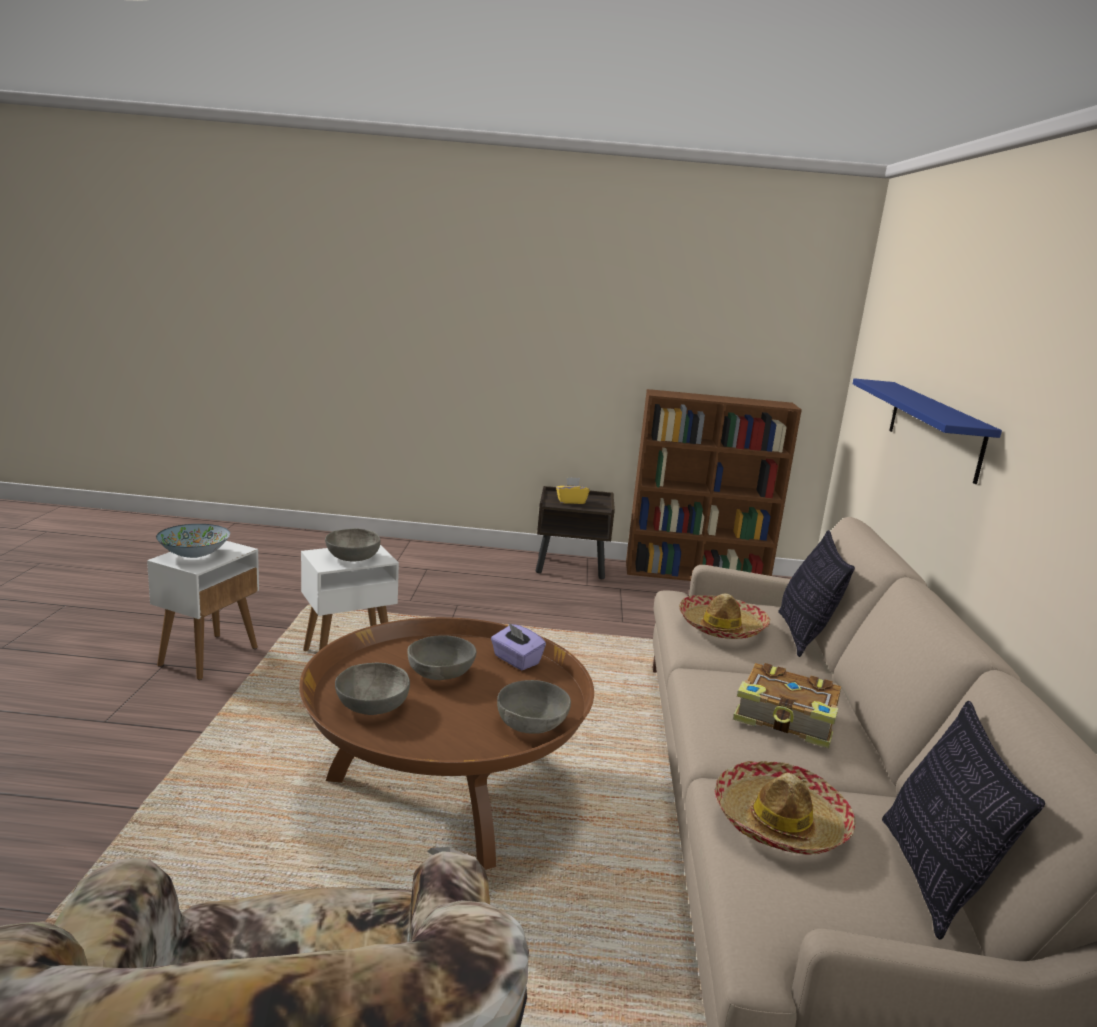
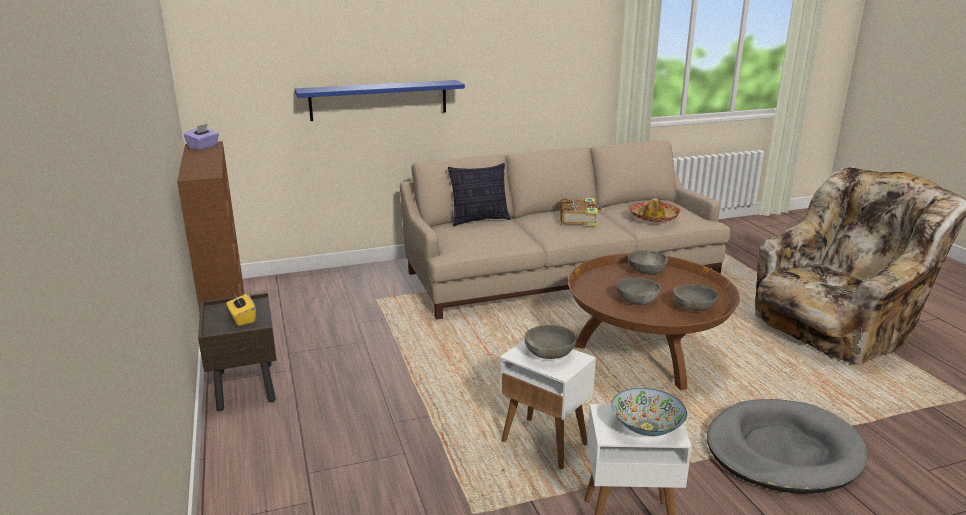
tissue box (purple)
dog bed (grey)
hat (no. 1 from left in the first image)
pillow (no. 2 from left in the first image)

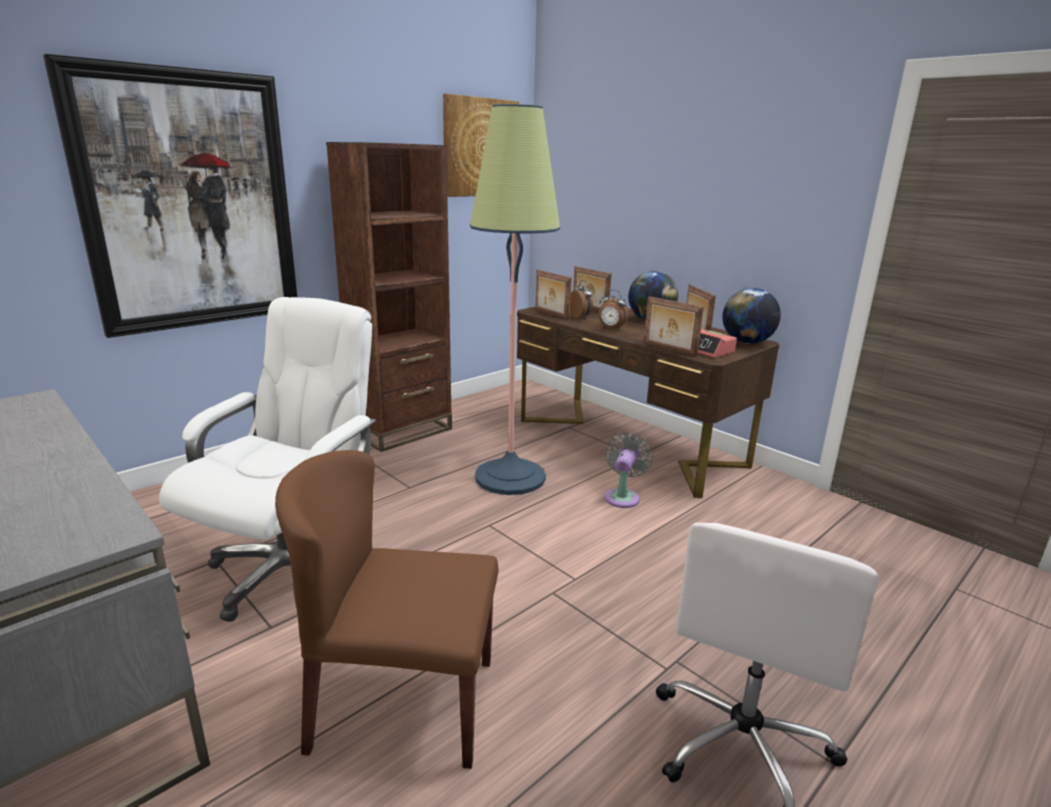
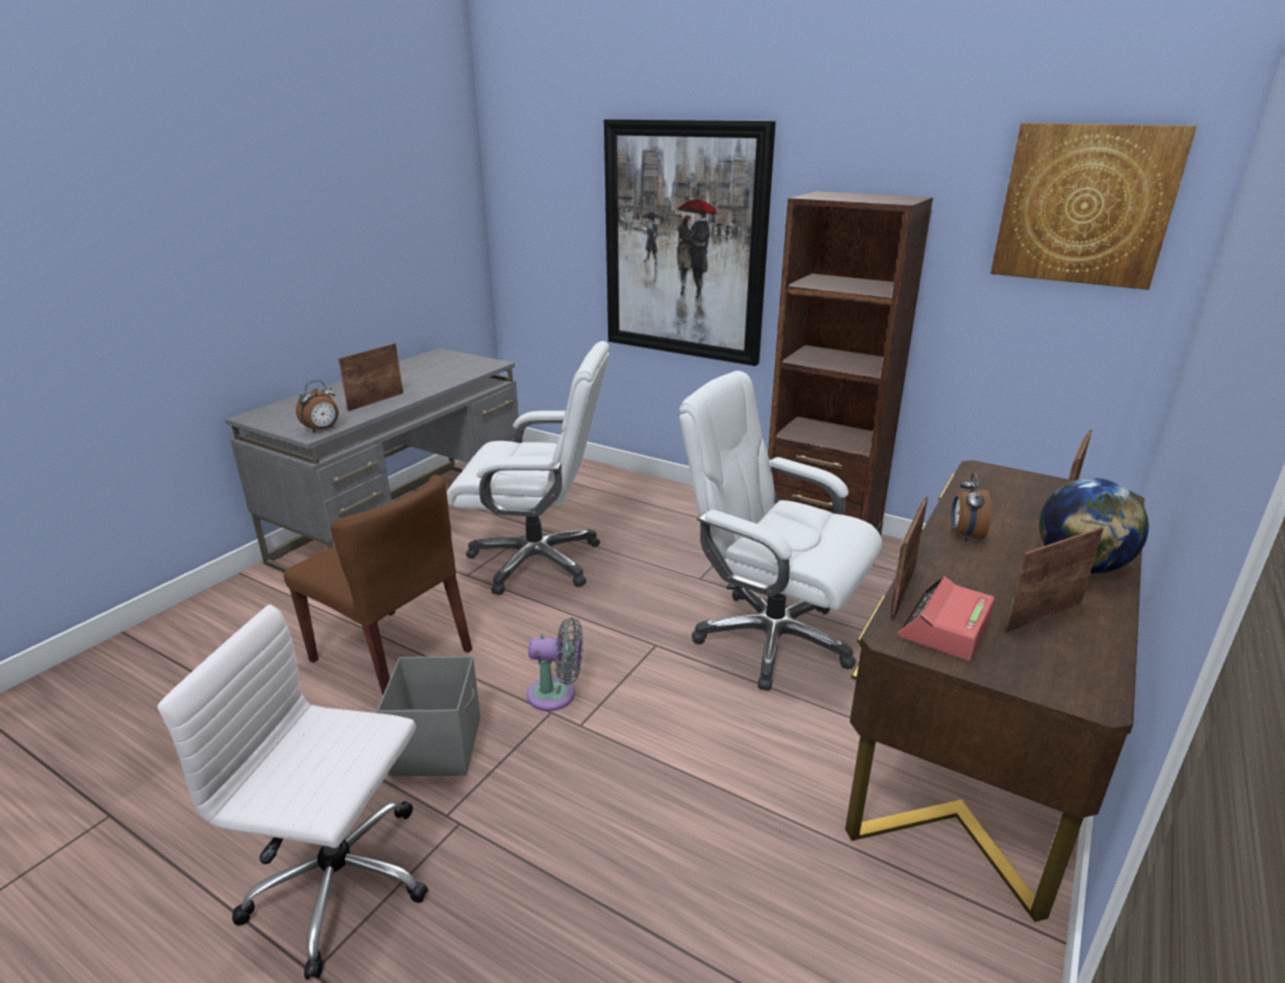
chair (brown)
alarm clock (no. 1 from left)
picture frame (no. 1 from left)
storage box (grey)
fan (grey)
office chair (white) (no. 3 from left)
globe (no. 2 from left in the first image)

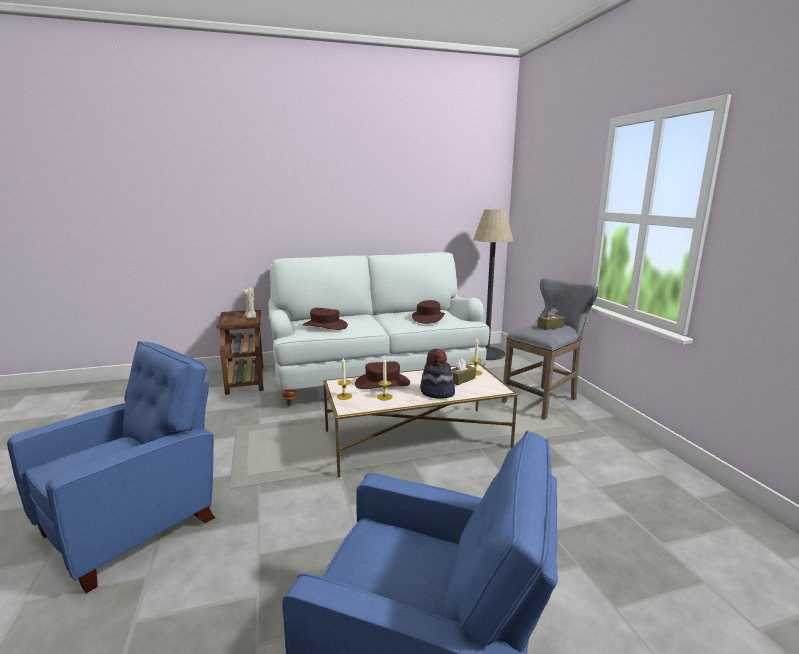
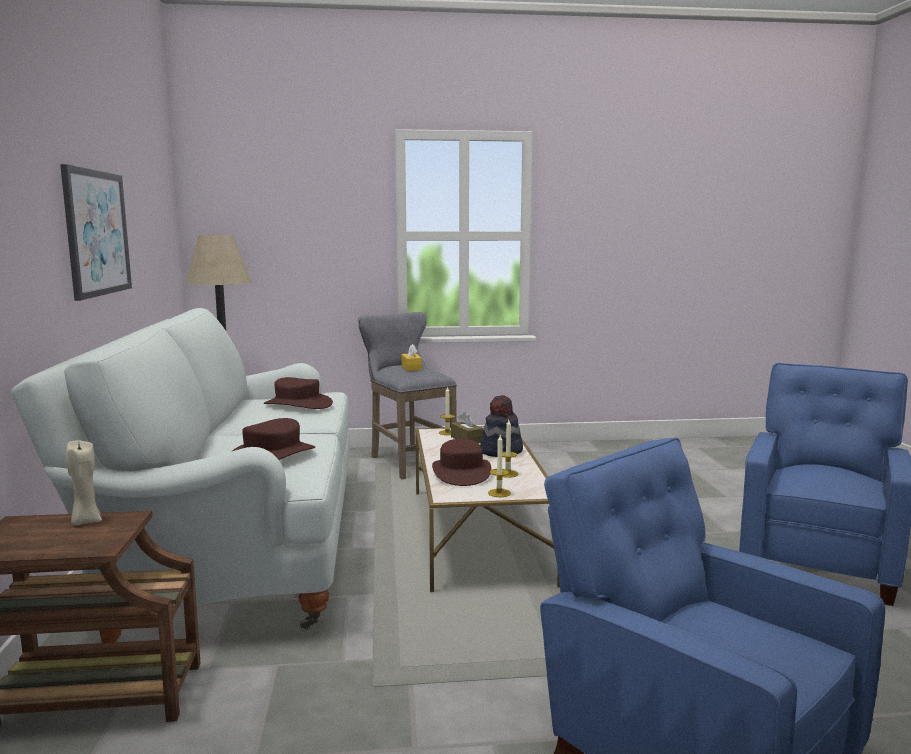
picture
tissue box (yellow)

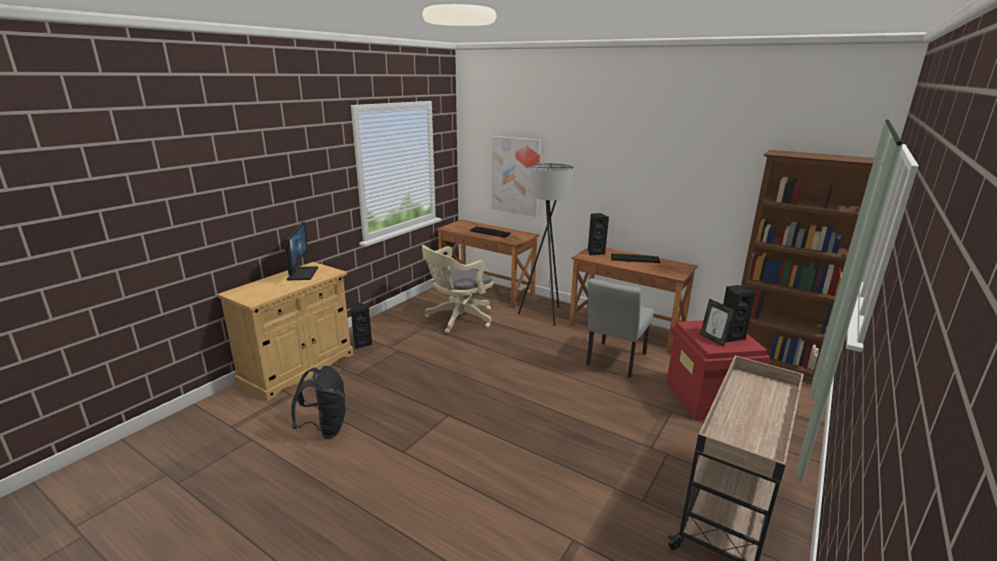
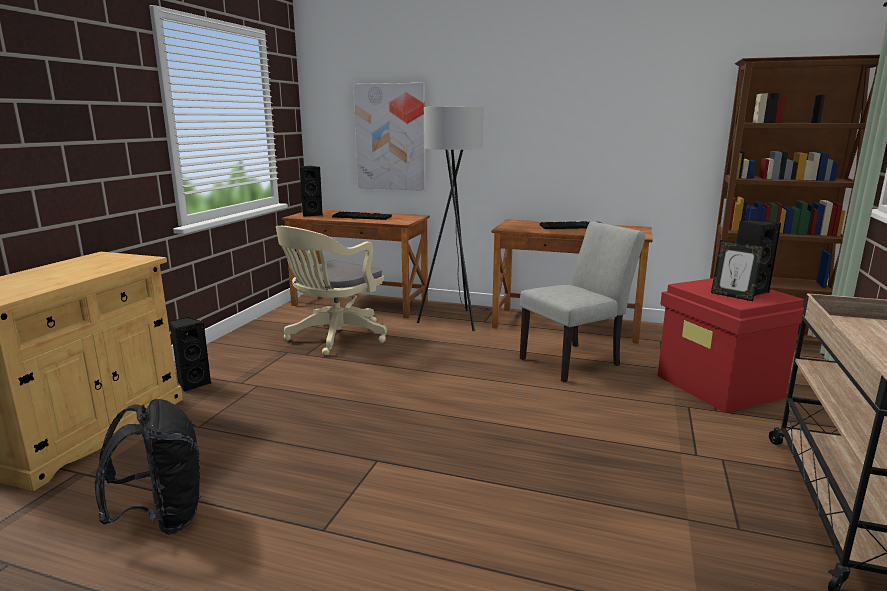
speaker (black) (no. 2 from left)
chair (grey)
monitor

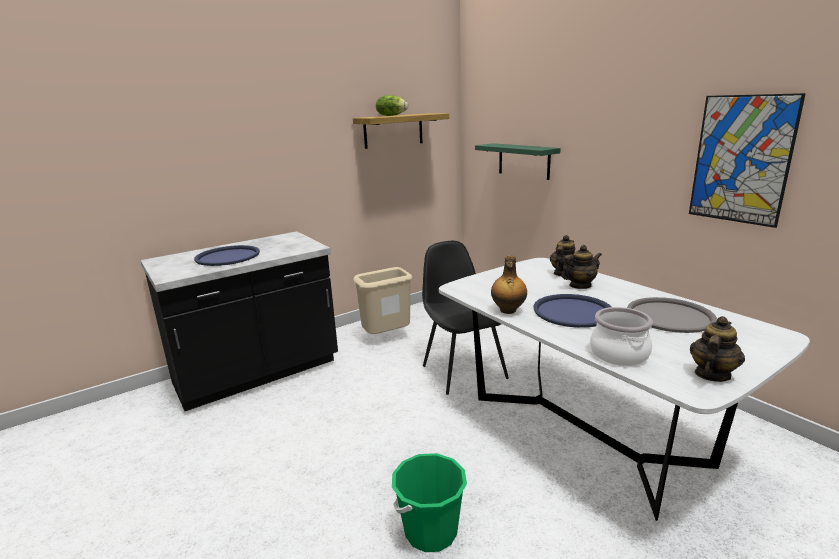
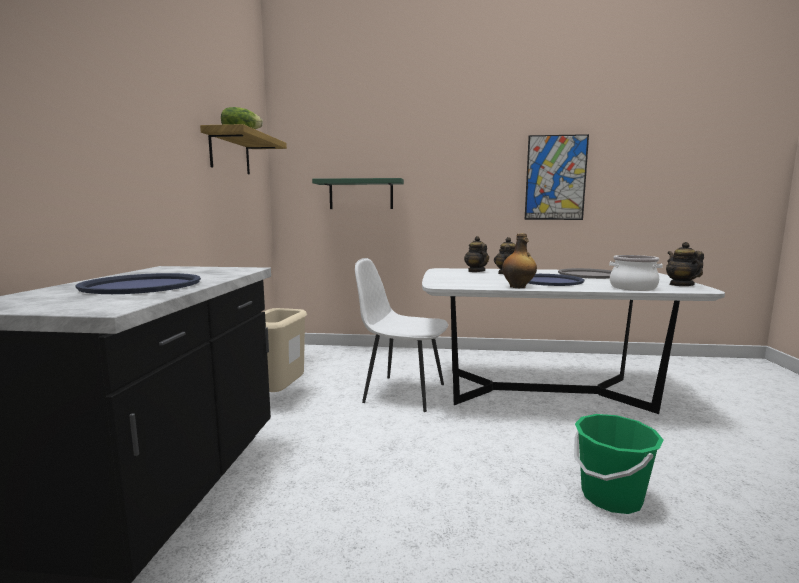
chair (white)

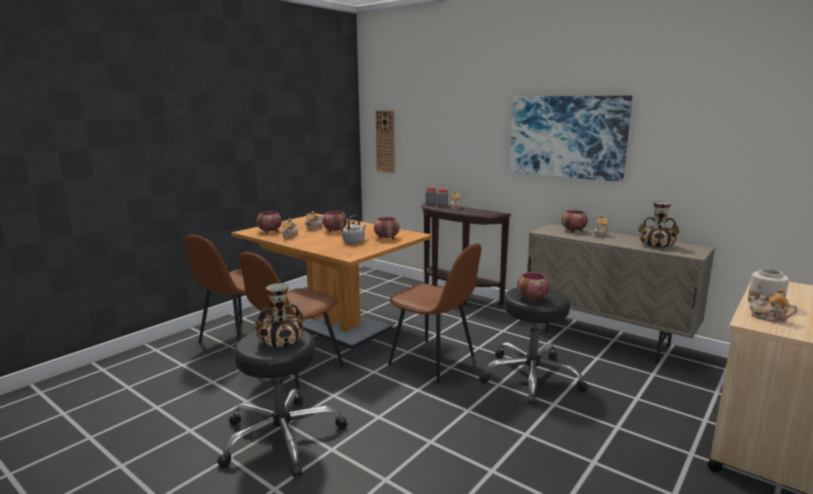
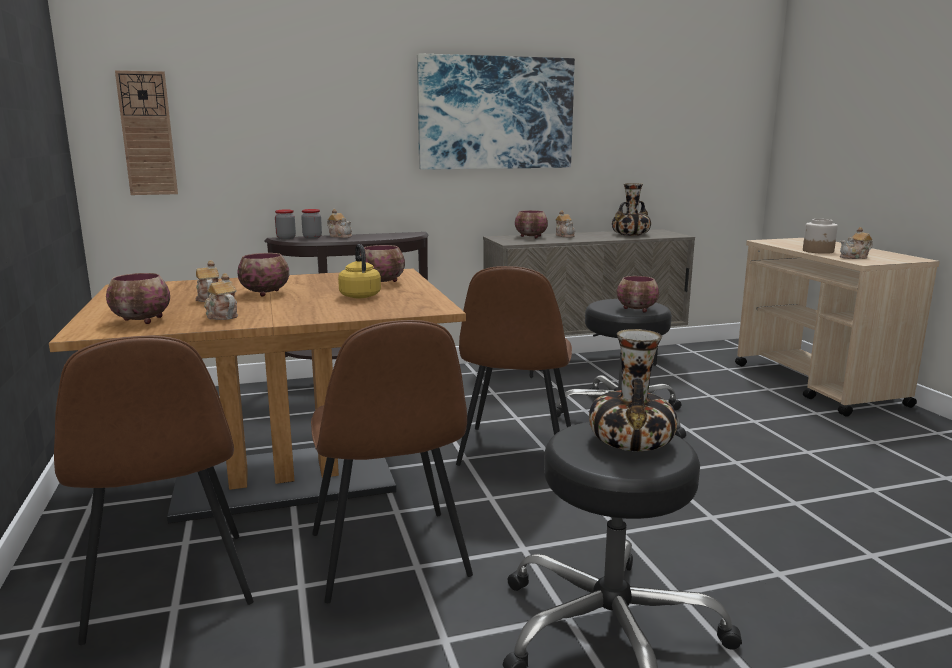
kettle (yellow)
chair (brown) (no. 3 from left)

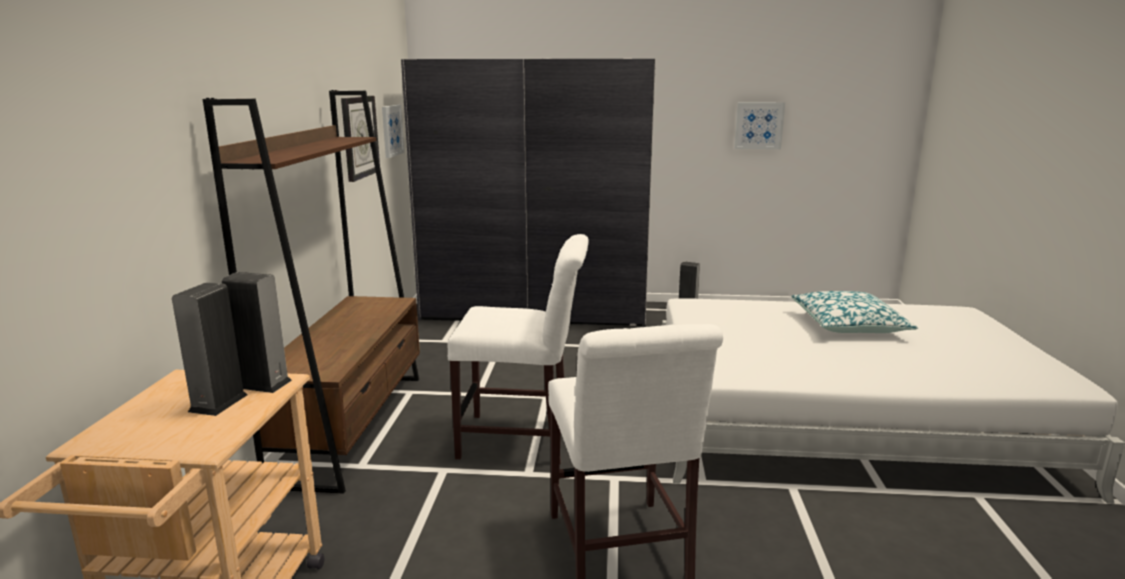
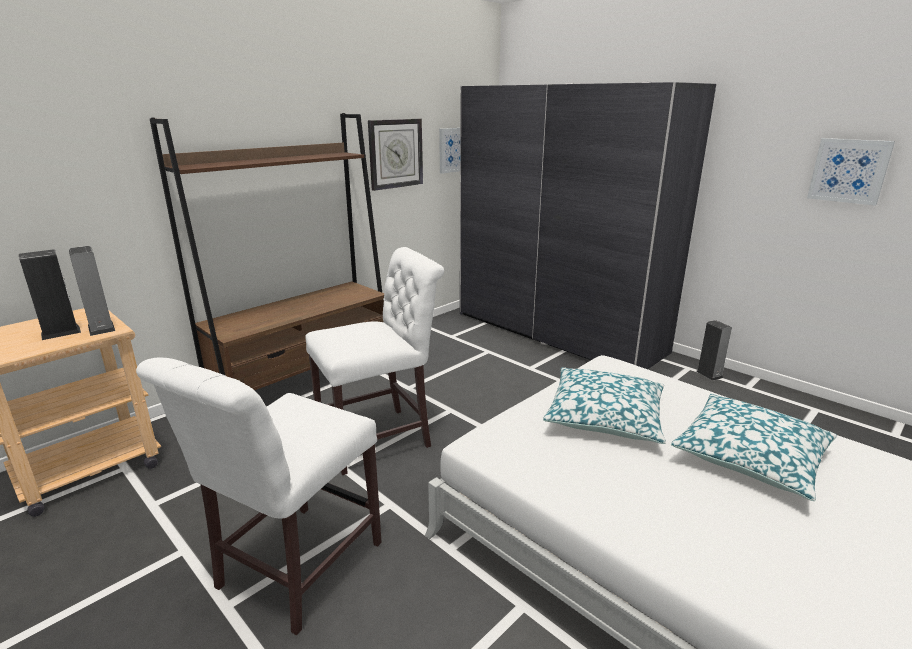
chair (white) (no. 2 from left)
pillow (no. 1 from left)

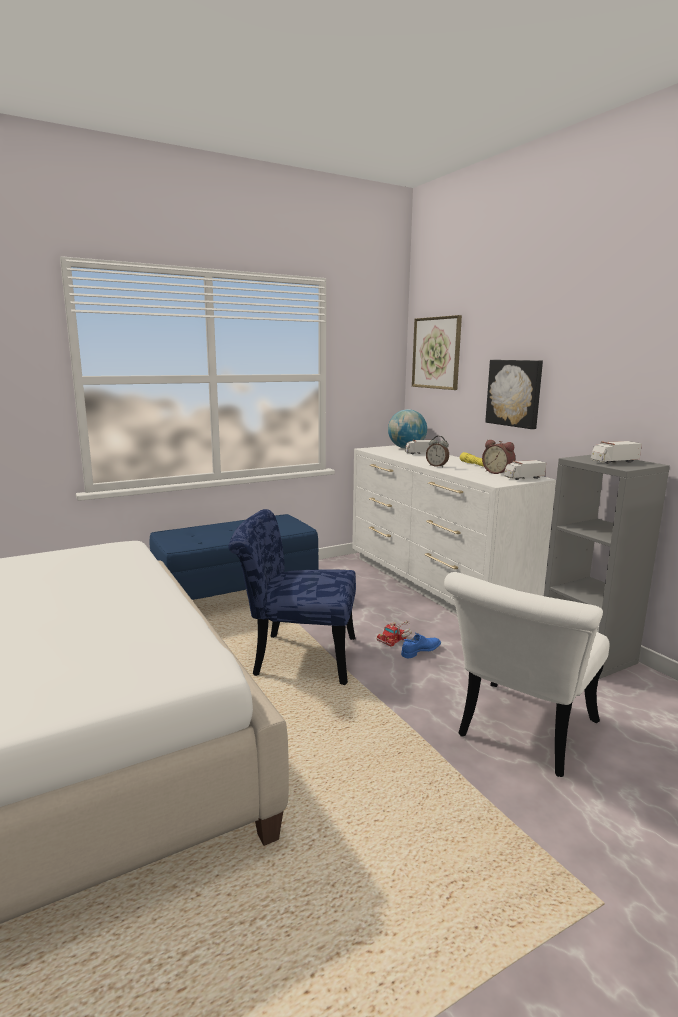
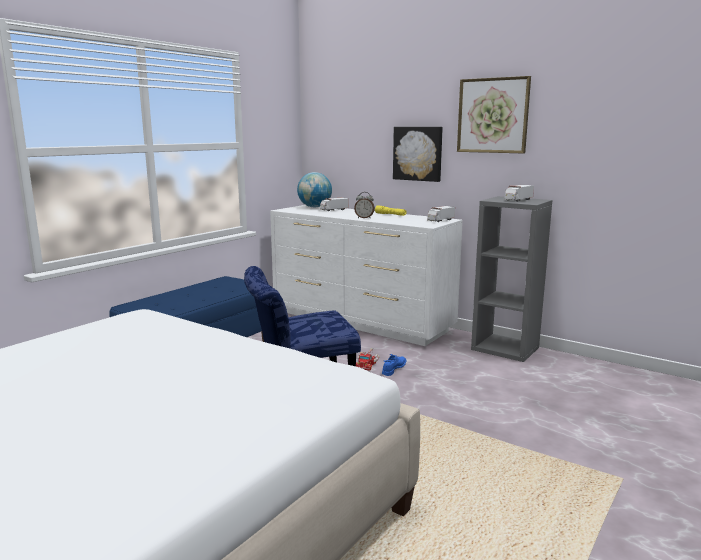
picture (no. 2 from left)
chair (white)
alarm clock (no. 2 from left in the first image)

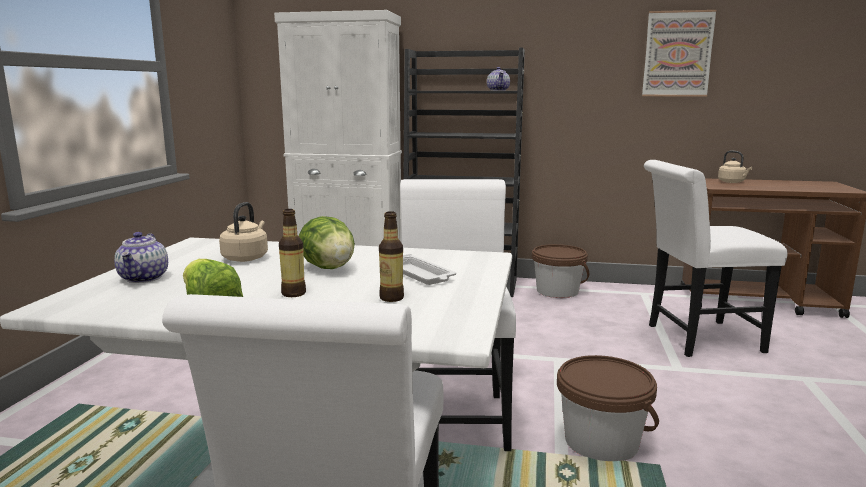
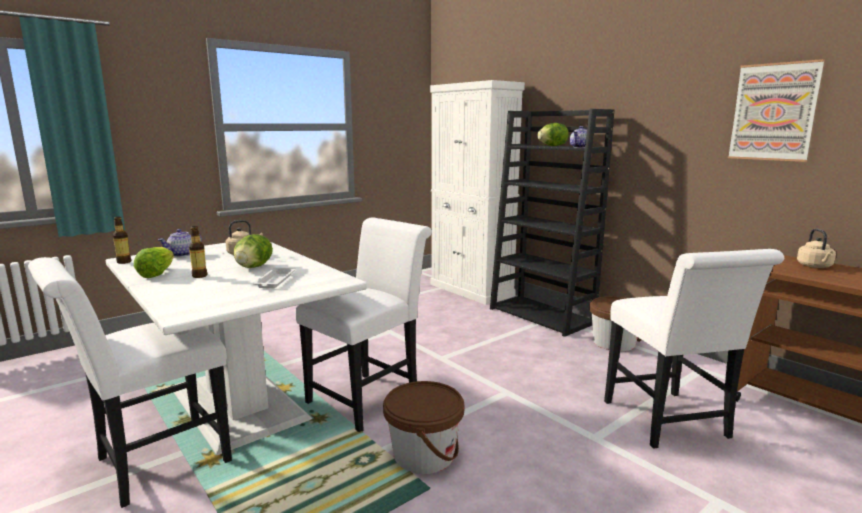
bottle (no. 1 from left)
lettuce (no. 3 from left)
chair (white) (no. 3 from left)

